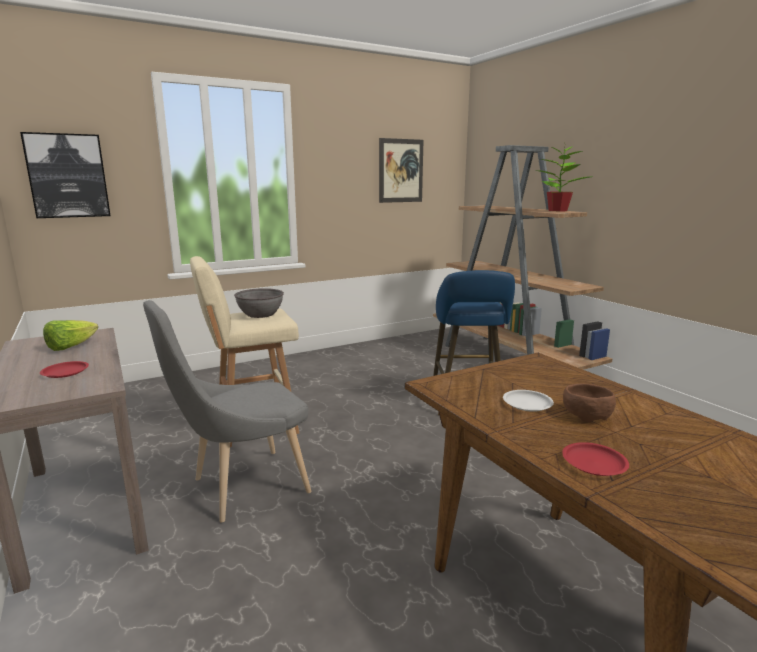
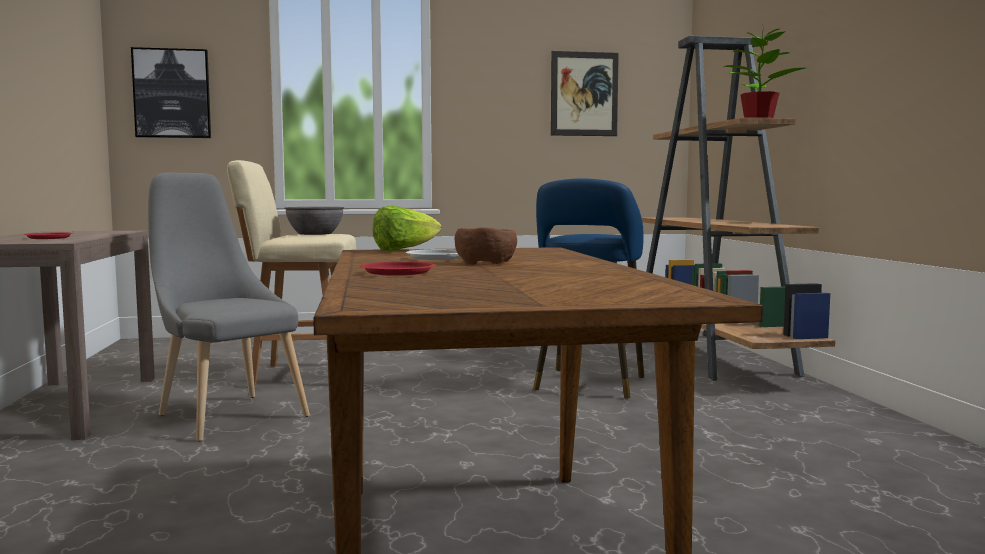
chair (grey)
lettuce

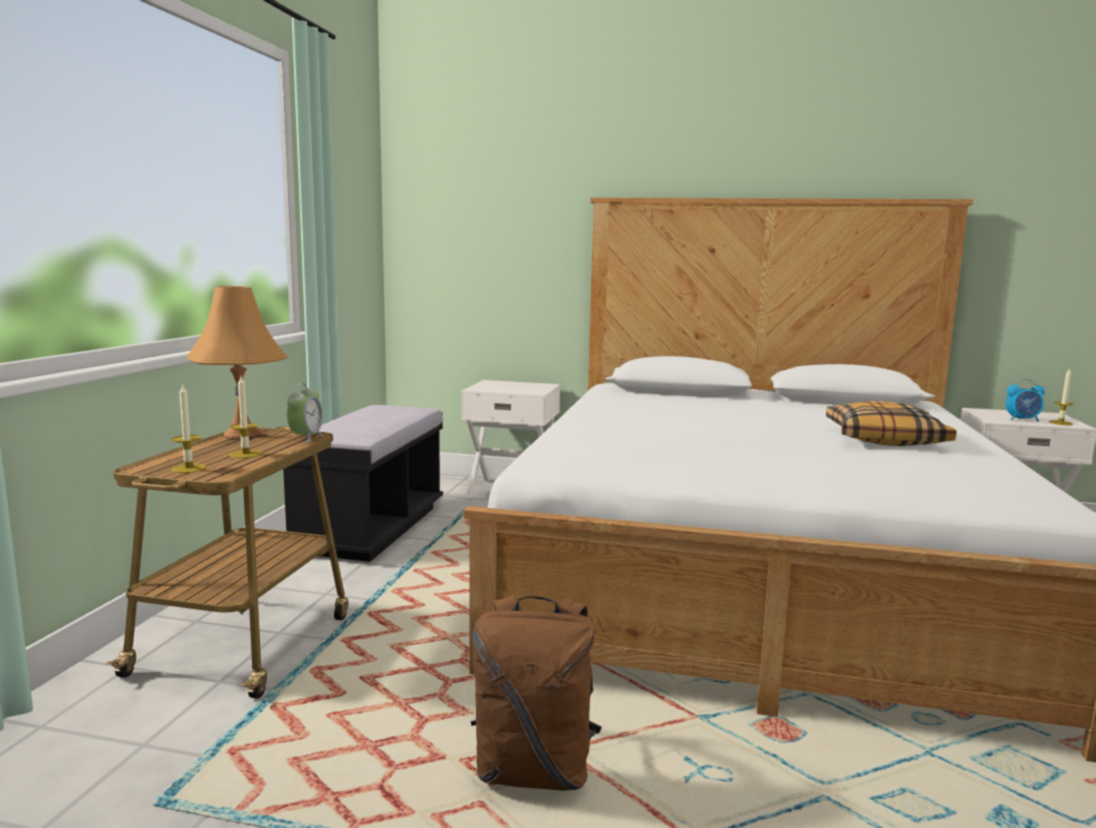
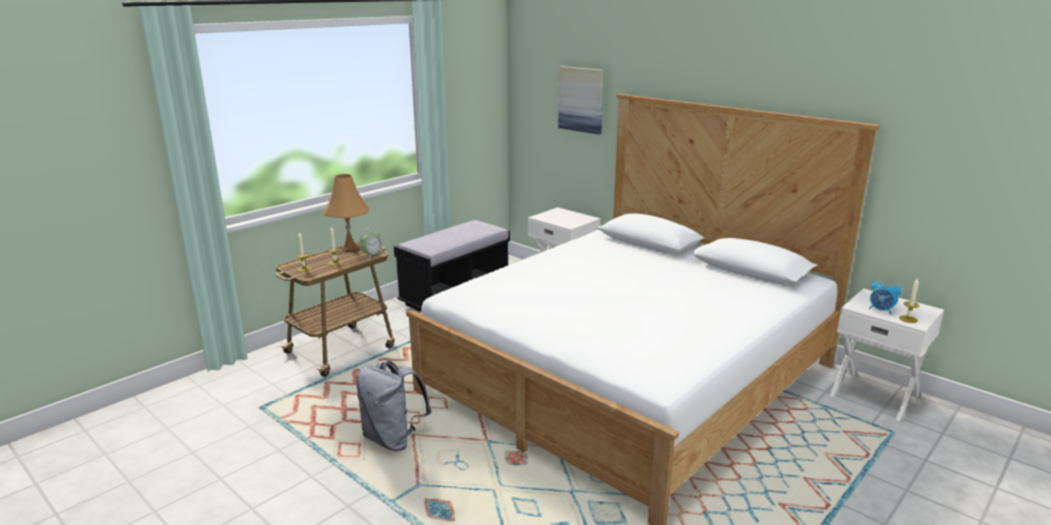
backpack (grey)
picture
pillow

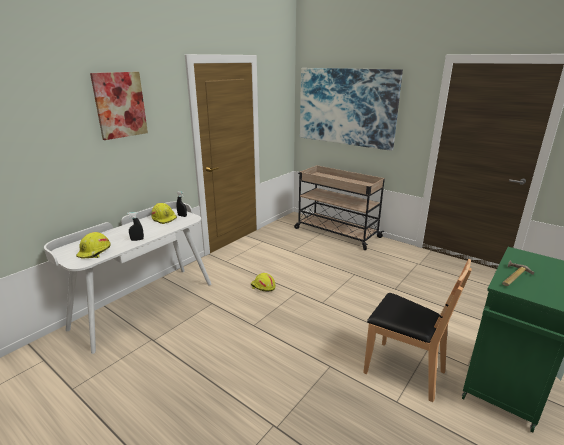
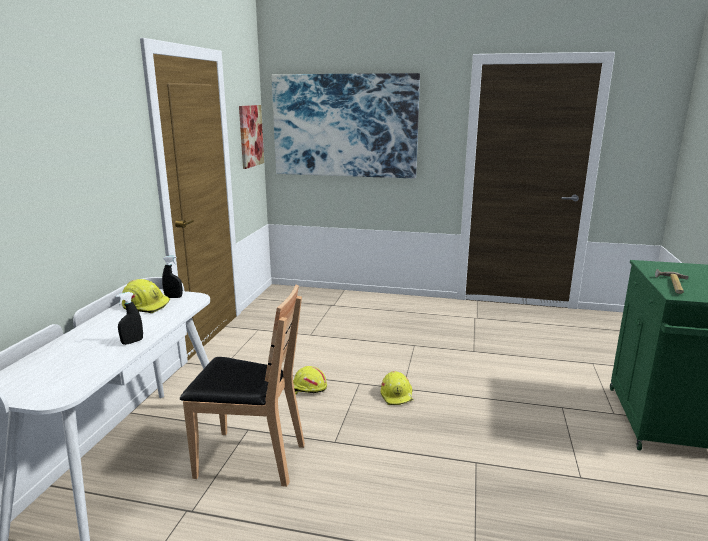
chair (brown)
picture (no. 1 from left)
hard hat (yellow) (no. 3 from left)
cart (beige)

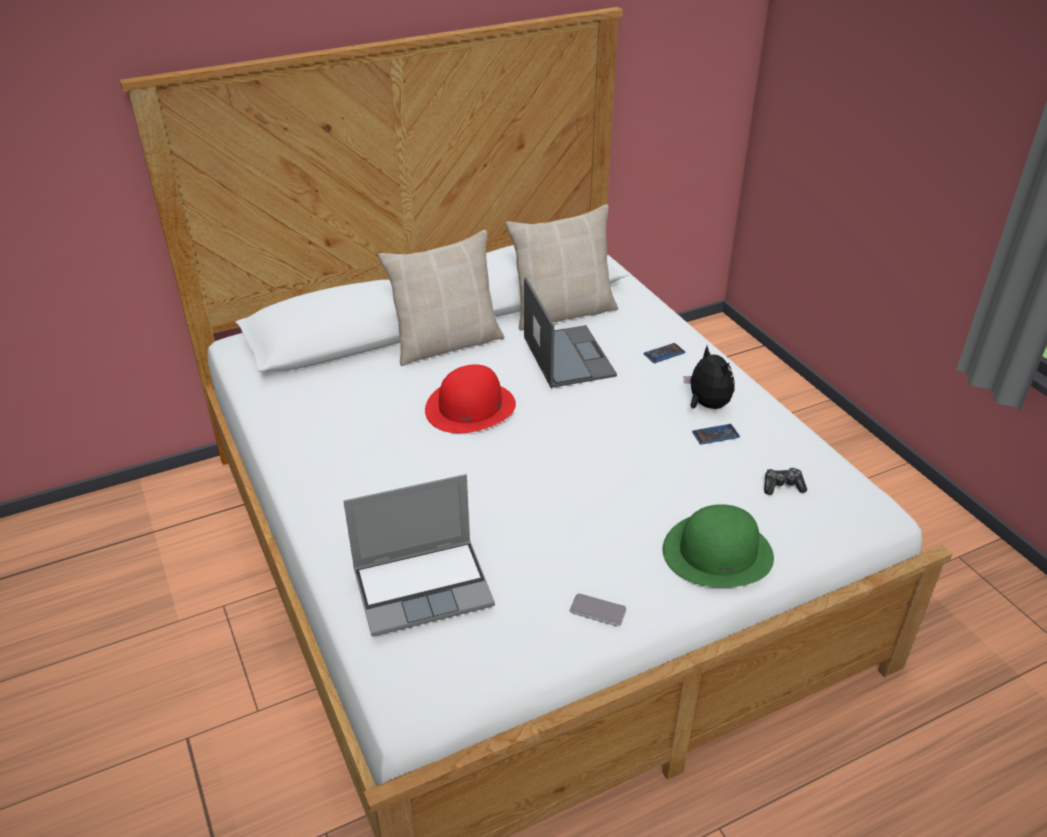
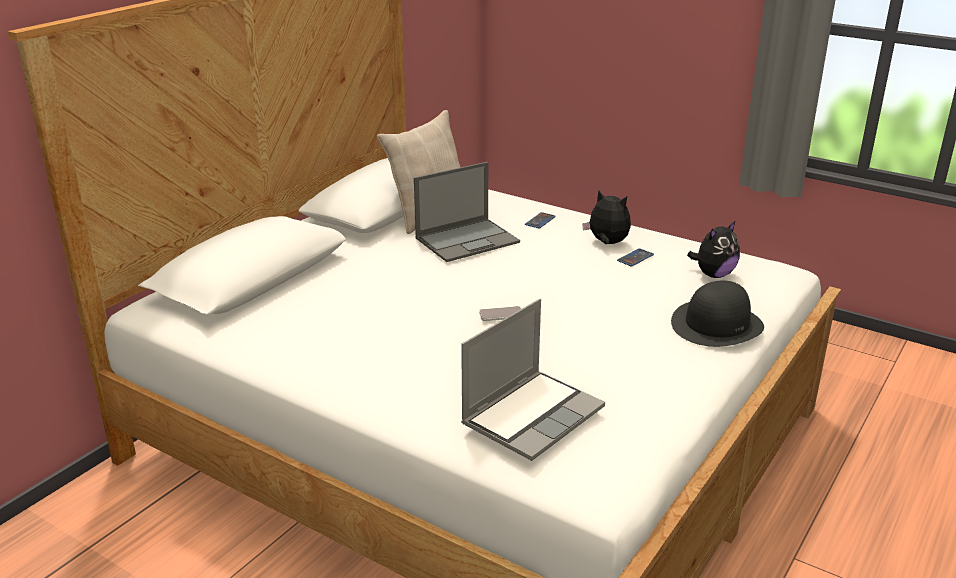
laptop (no. 1 from left)
phone (no. 1 from left)
hat (black)
plush toy (no. 2 from left)
pillow (beige) (no. 1 from left in the first image)
hat (red)

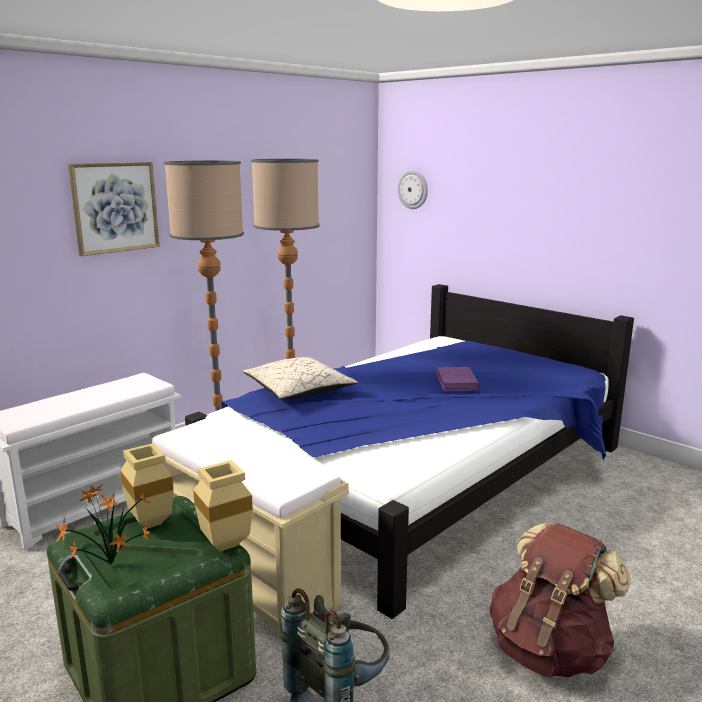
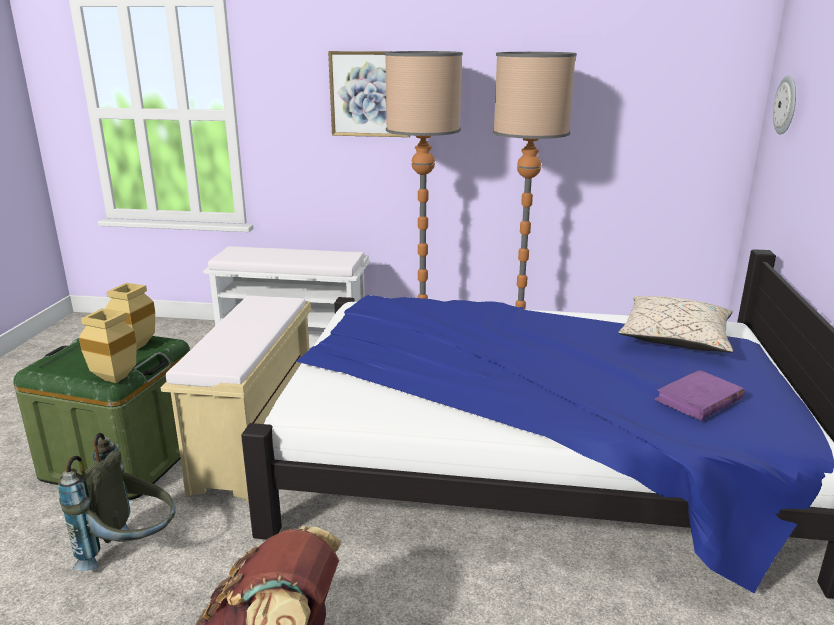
pillow (beige)
book (purple)
potted plant

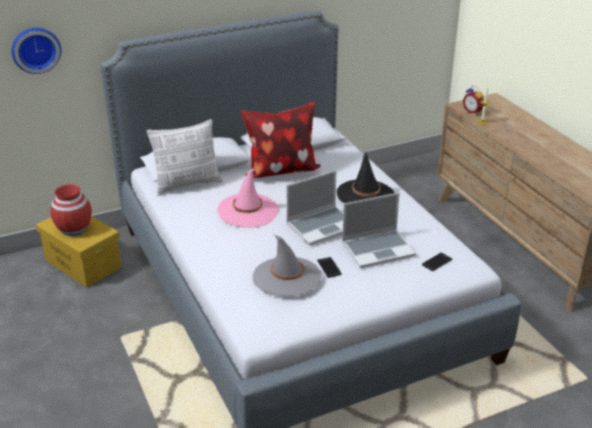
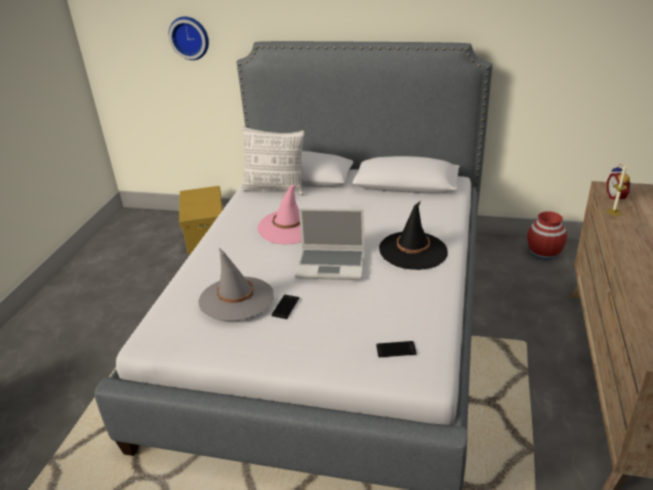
vase (red)
pillow (no. 2 from left in the first image)
laptop (no. 2 from left in the first image)

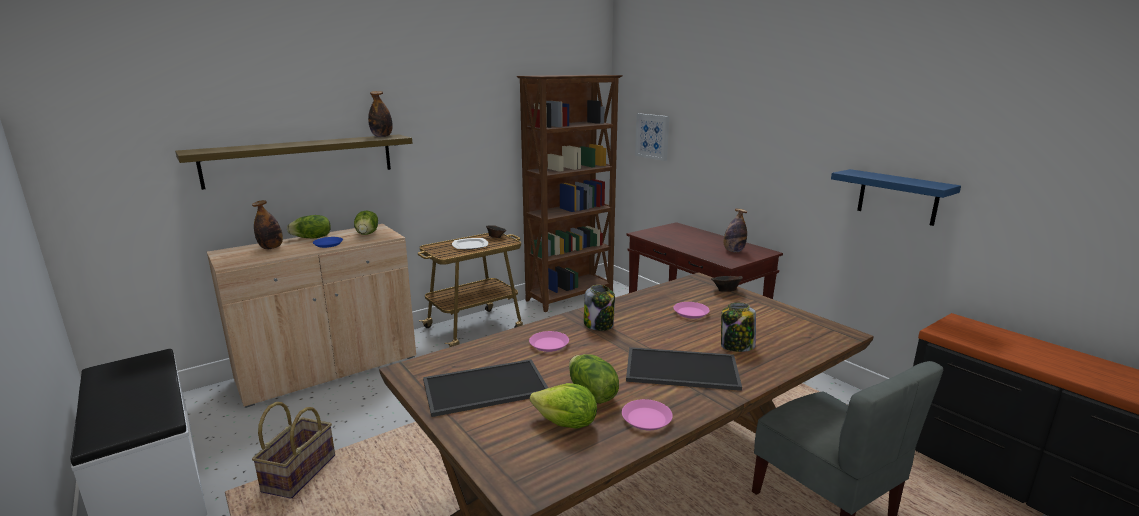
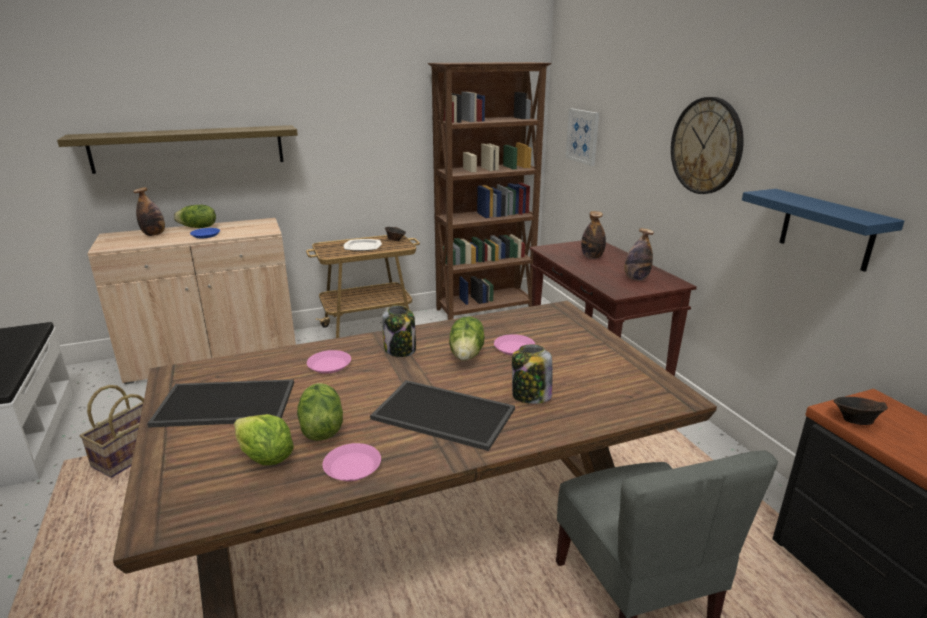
lettuce (no. 4 from left)
bottle (no. 2 from left)
wall clock
bowl (brown) (no. 2 from left)

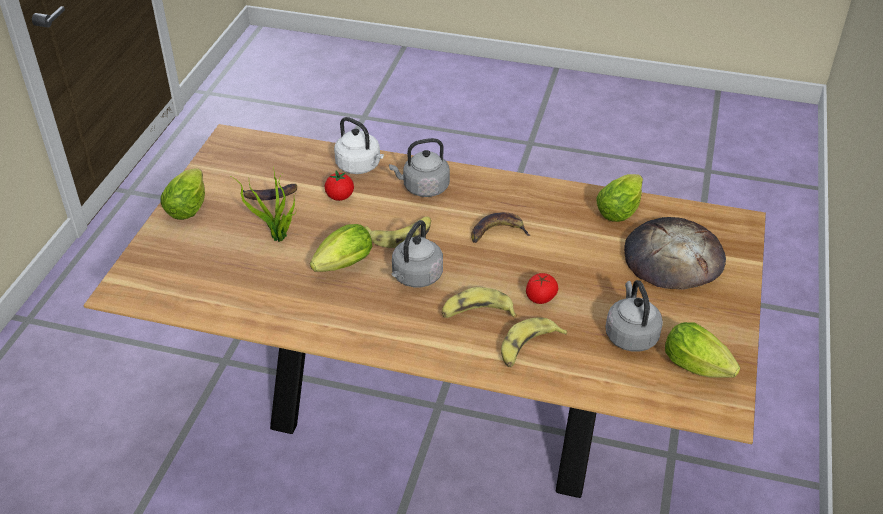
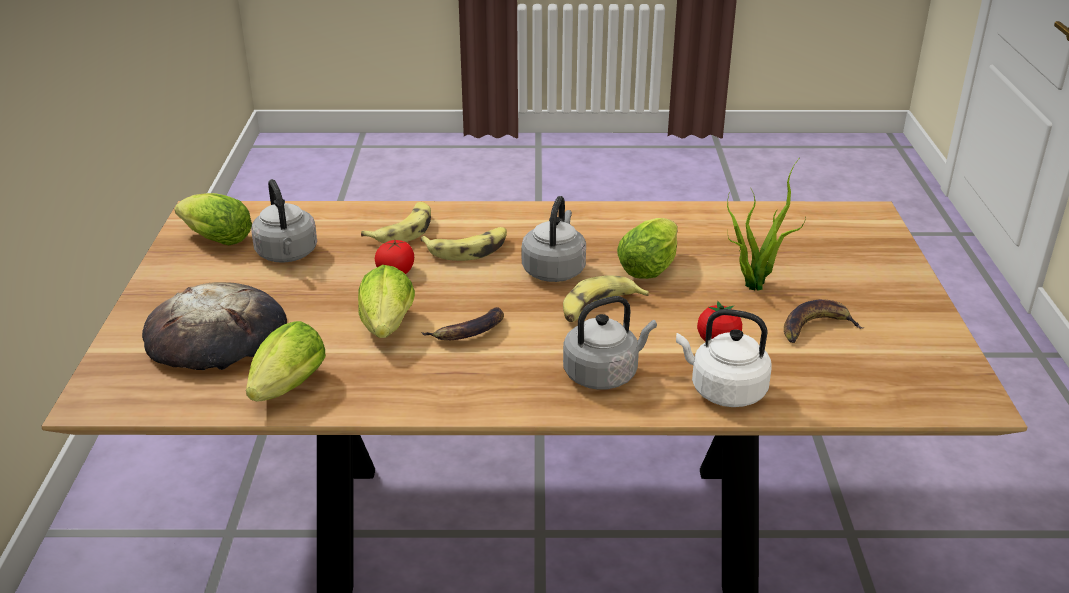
lettuce (no. 3 from left)

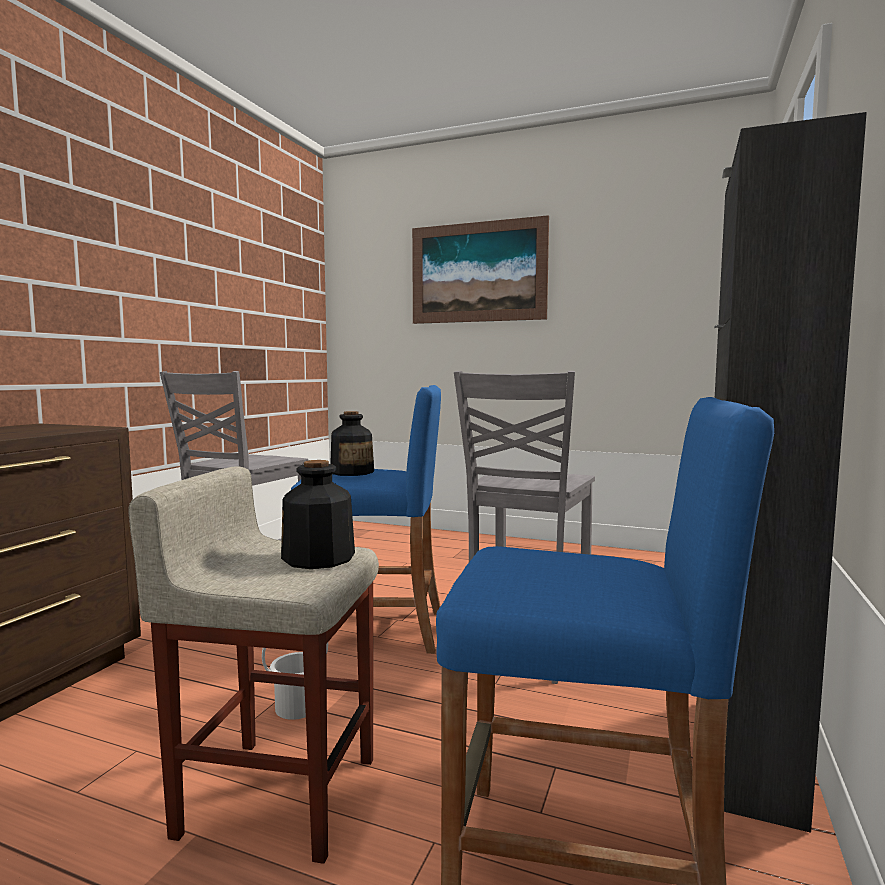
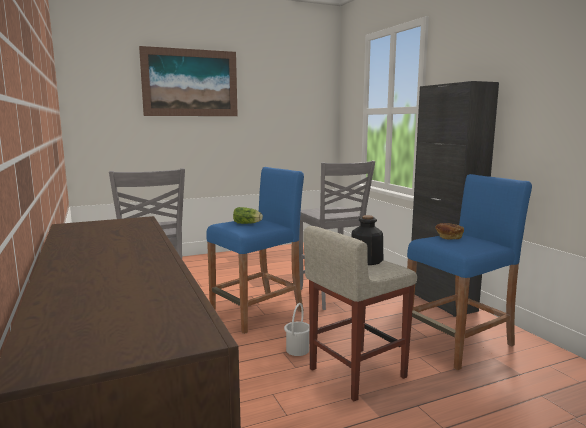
lettuce
bread

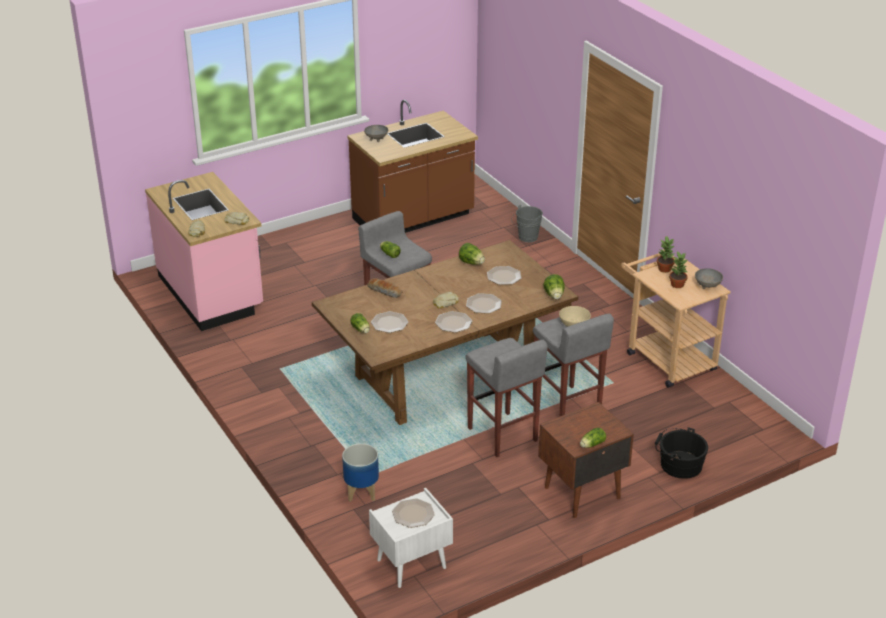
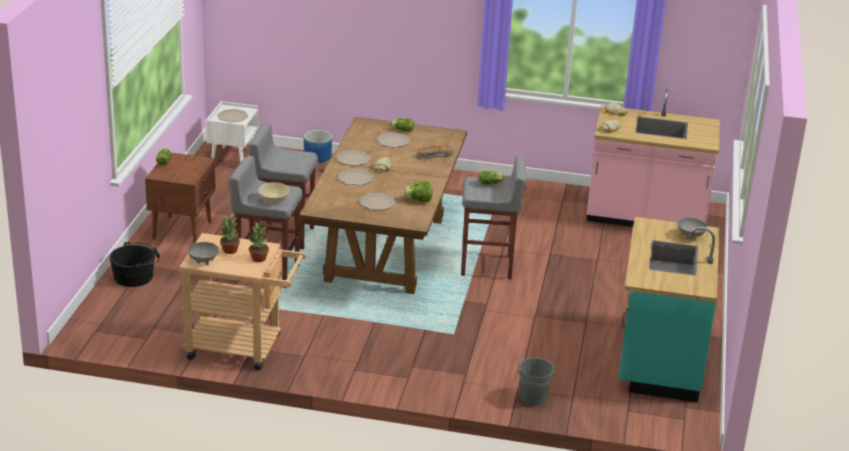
counter (turquoise)
lettuce (no. 4 from left in the first image)

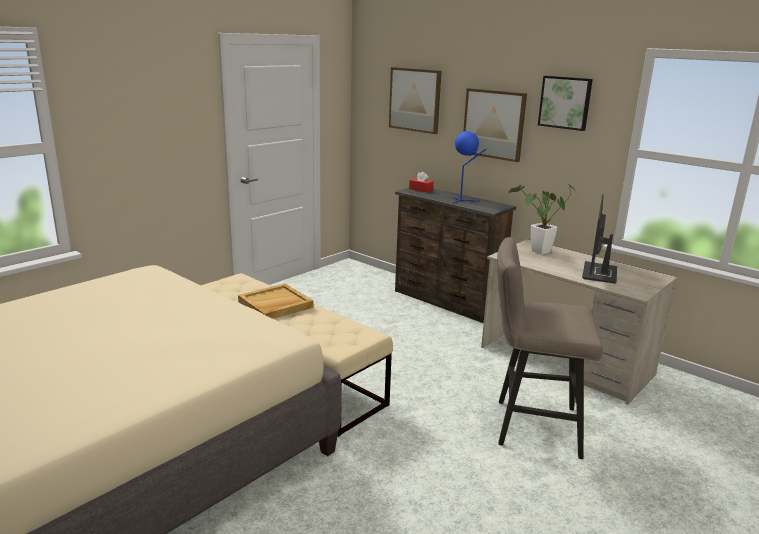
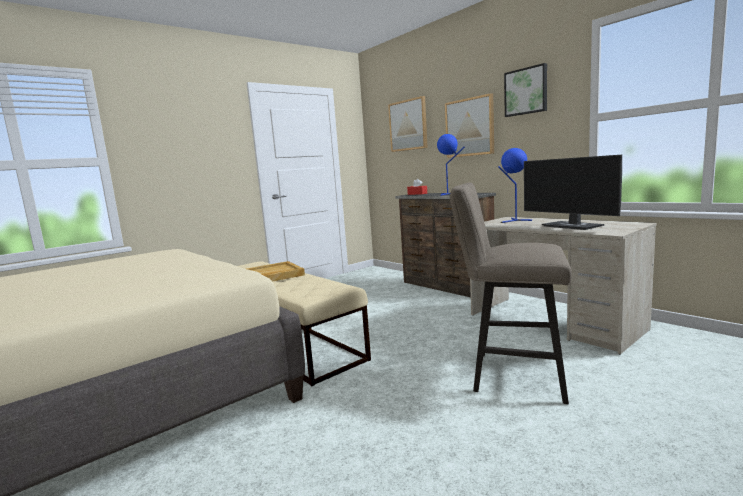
table lamp (blue) (no. 2 from left)
monitor

